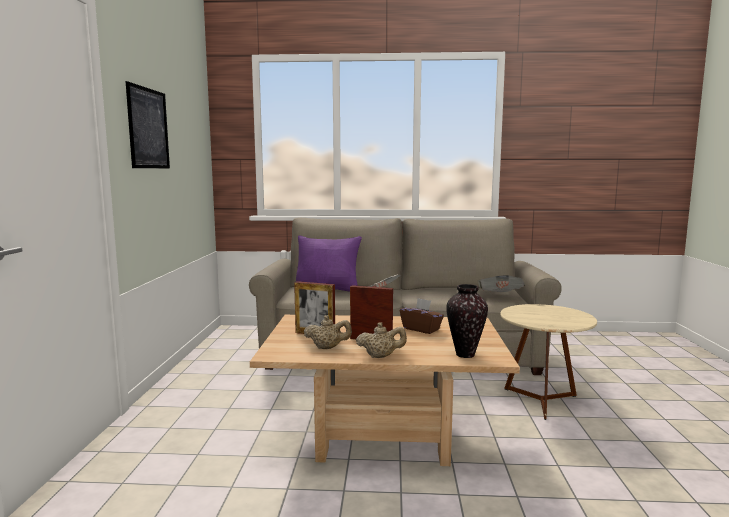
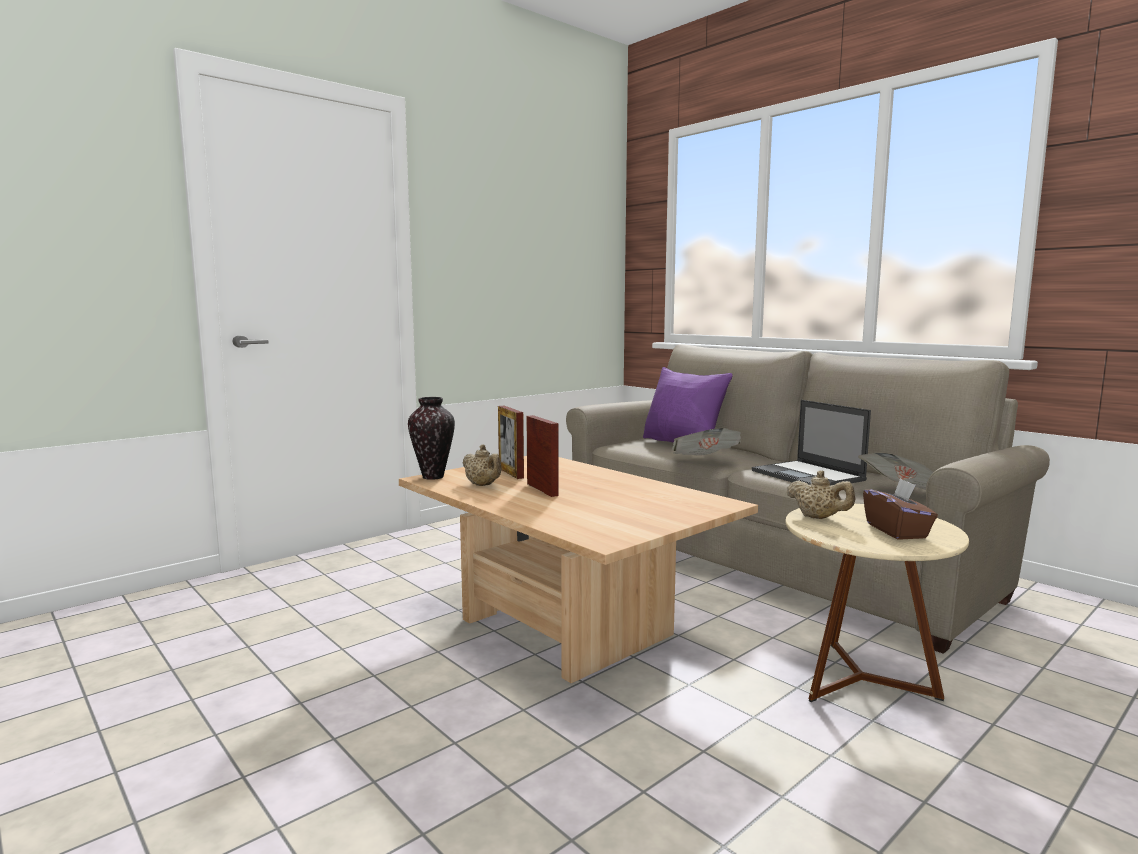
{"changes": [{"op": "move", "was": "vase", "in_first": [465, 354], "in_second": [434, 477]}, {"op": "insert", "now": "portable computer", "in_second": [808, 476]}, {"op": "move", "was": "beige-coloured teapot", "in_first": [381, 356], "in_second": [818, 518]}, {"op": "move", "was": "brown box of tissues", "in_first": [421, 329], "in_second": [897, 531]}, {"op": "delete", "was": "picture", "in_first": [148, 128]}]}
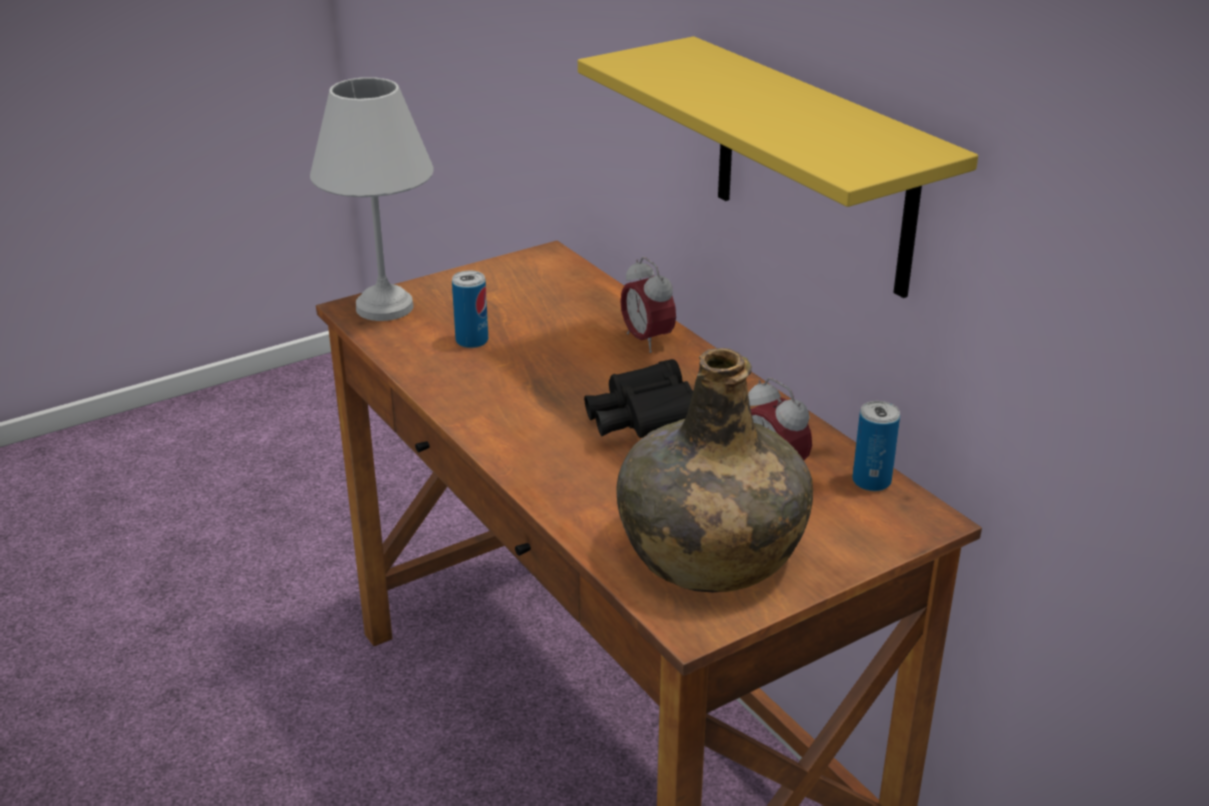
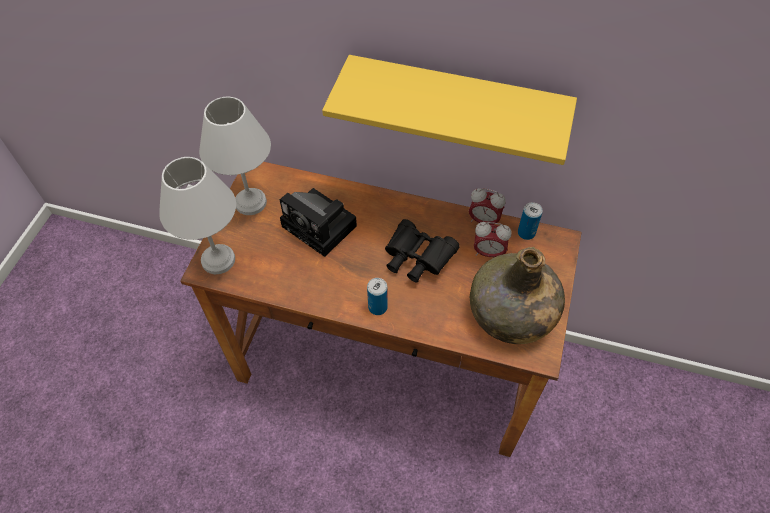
{"changes": [{"op": "insert", "now": "whitish table lamp", "in_second": [252, 201]}, {"op": "insert", "now": "still camera", "in_second": [322, 227]}, {"op": "move", "was": "metal can", "in_first": [472, 341], "in_second": [377, 307]}, {"op": "move", "was": "table clock", "in_first": [647, 341], "in_second": [483, 220]}]}
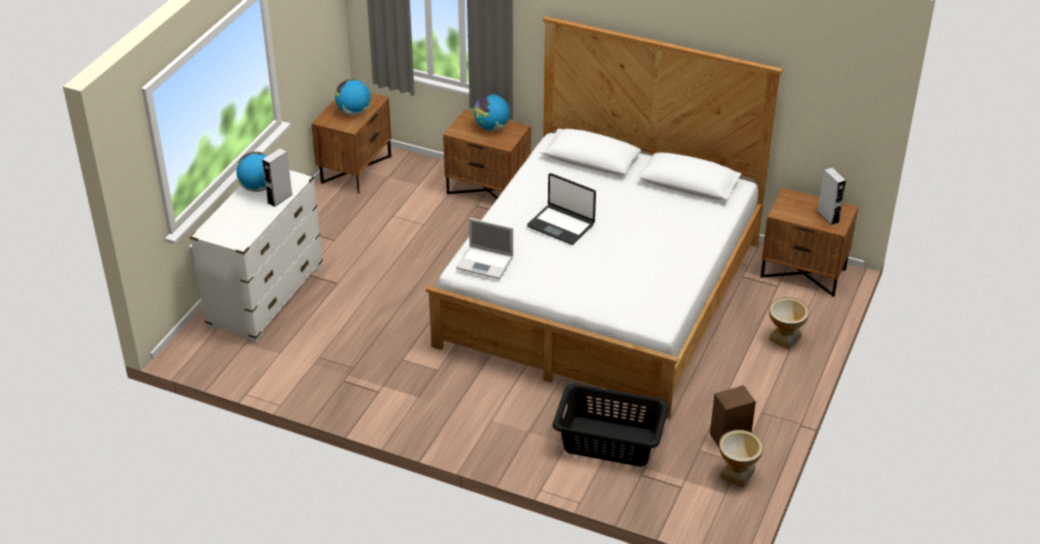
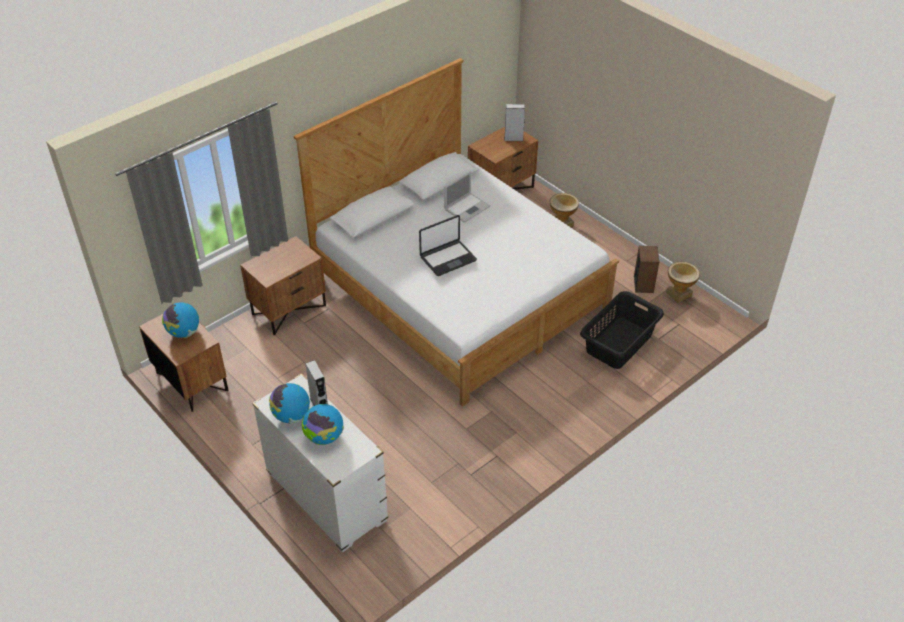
{"changes": [{"op": "move", "was": "desk globe", "in_first": [491, 127], "in_second": [324, 437]}, {"op": "move", "was": "portable computer", "in_first": [486, 263], "in_second": [467, 207]}]}
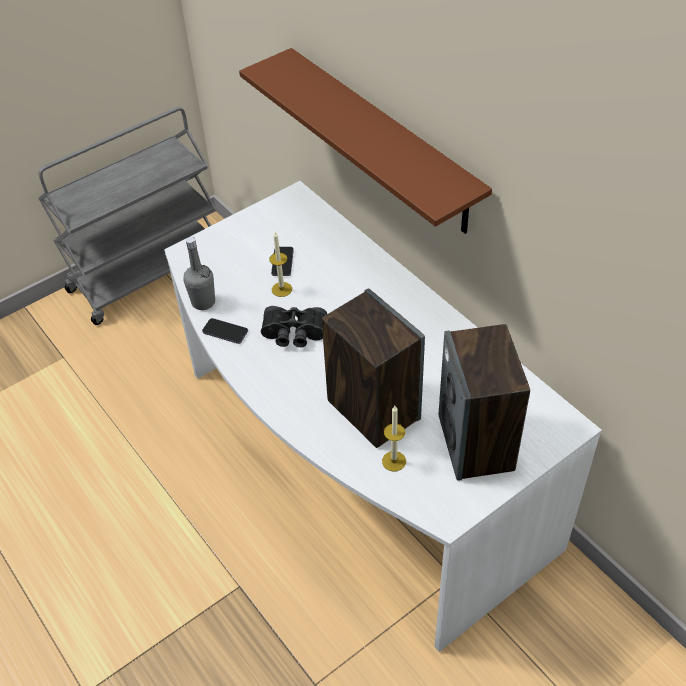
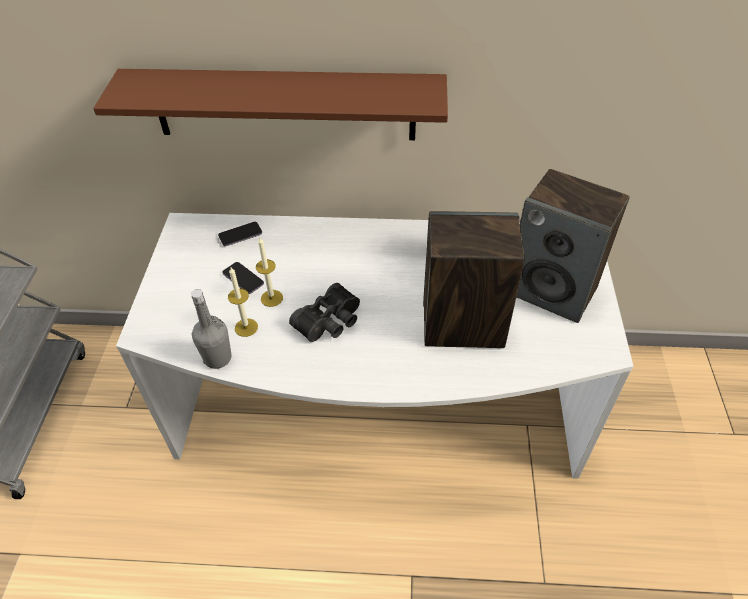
{"changes": [{"op": "move", "was": "phone", "in_first": [225, 332], "in_second": [240, 235]}, {"op": "move", "was": "wax light", "in_first": [394, 461], "in_second": [246, 327]}]}
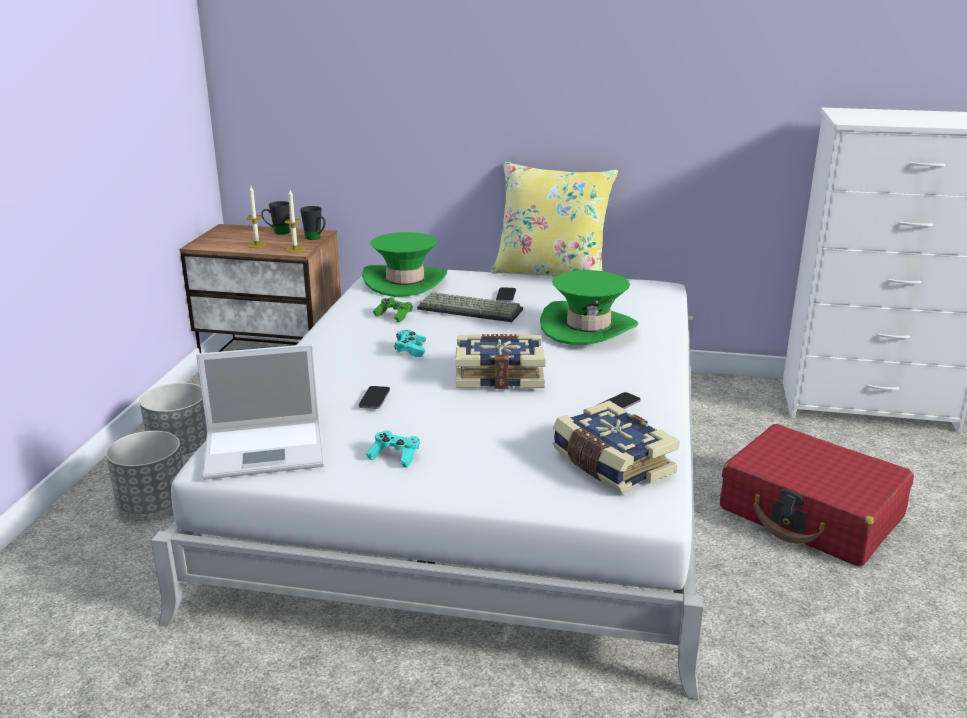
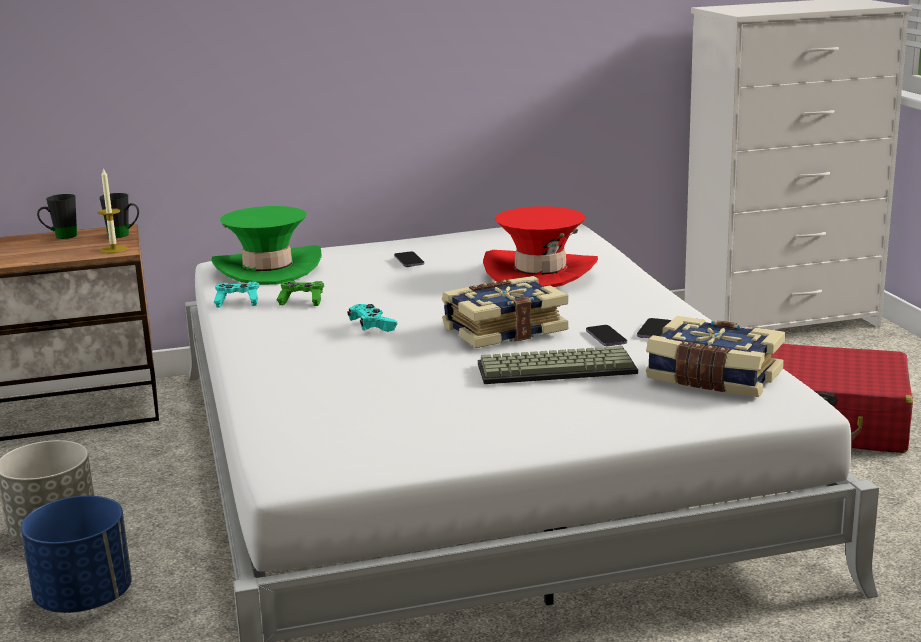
{"changes": [{"op": "recolor", "was": "greyish flower pot", "now": "blue-coloured flower pot", "in_first": [153, 503], "in_second": [84, 598]}, {"op": "move", "was": "blue-green gamepad", "in_first": [394, 456], "in_second": [238, 302]}, {"op": "move", "was": "keyboard", "in_first": [471, 309], "in_second": [557, 368]}, {"op": "recolor", "was": "greenish hat", "now": "red hat", "in_first": [588, 328], "in_second": [540, 272]}, {"op": "move", "was": "phone", "in_first": [374, 399], "in_second": [606, 338]}, {"op": "delete", "was": "portable computer", "in_first": [267, 449]}, {"op": "delete", "was": "wax light", "in_first": [257, 245]}, {"op": "delete", "was": "yellow-coloured throw pillow", "in_first": [551, 273]}]}
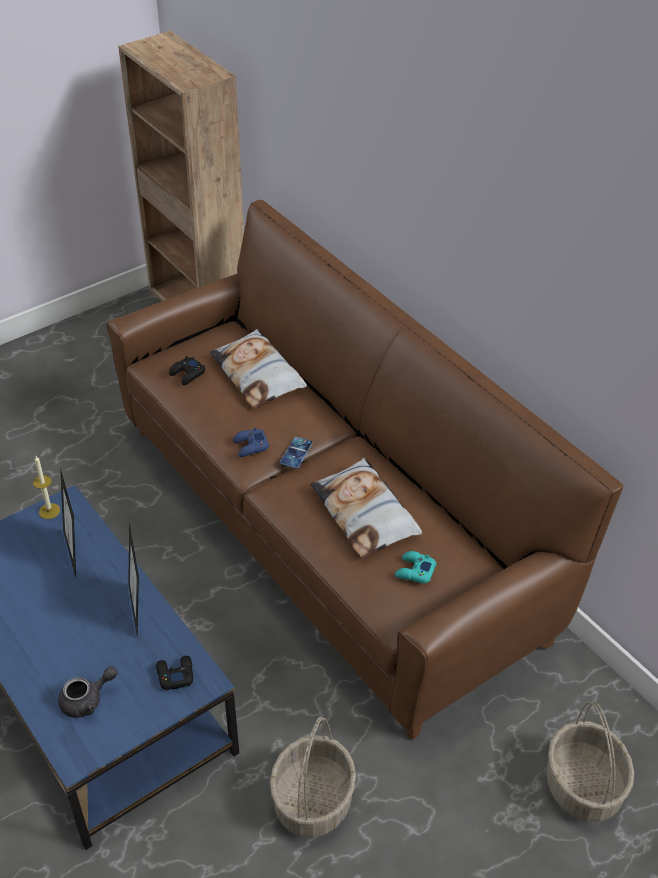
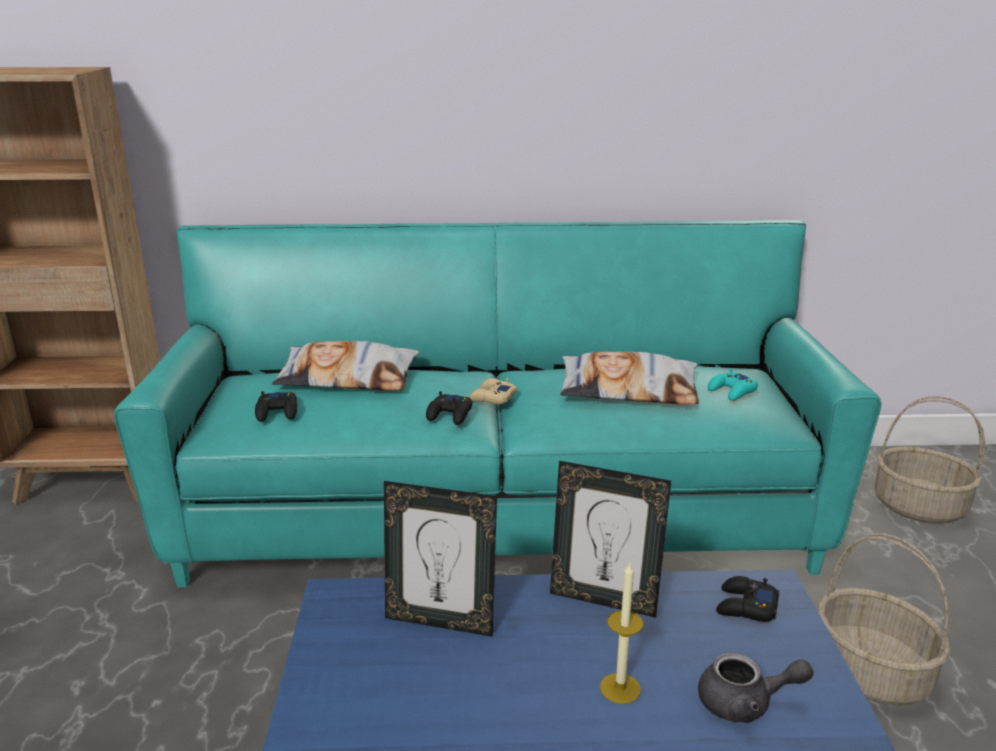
{"changes": [{"op": "recolor", "was": "brown settee", "now": "blue-green settee", "in_first": [329, 529], "in_second": [498, 516]}, {"op": "recolor", "was": "blue-coloured gamepad", "now": "black gamepad", "in_first": [250, 446], "in_second": [450, 415]}, {"op": "replace", "was": "phone", "now": "beige-coloured gamepad", "in_first": [296, 453], "in_second": [492, 398]}, {"op": "move", "was": "wax light", "in_first": [49, 511], "in_second": [620, 688]}, {"op": "rotate", "was": "greyish teapot", "in_first": [87, 700], "in_second": [745, 703], "clockwise": 90}]}
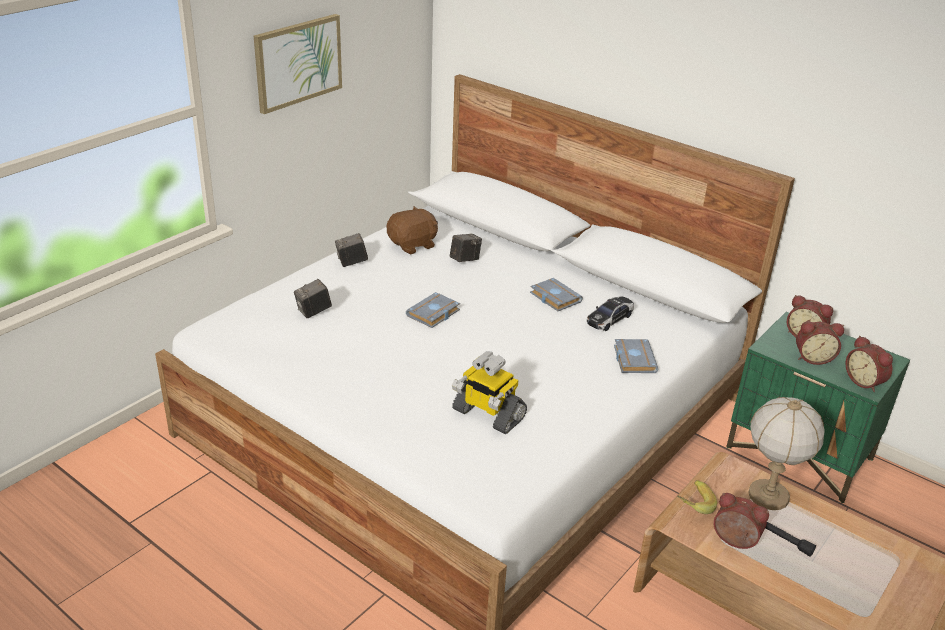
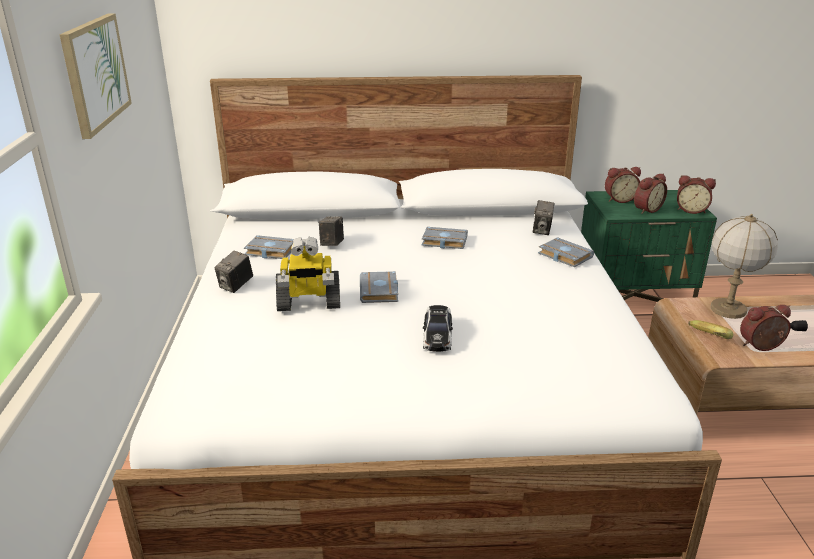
{"changes": [{"op": "replace", "was": "brown cuddly toy", "now": "greyish bound book", "in_first": [413, 245], "in_second": [269, 251]}, {"op": "move", "was": "model robot", "in_first": [487, 414], "in_second": [308, 303]}, {"op": "move", "was": "model car", "in_first": [609, 319], "in_second": [437, 335]}, {"op": "move", "was": "still camera", "in_first": [313, 312], "in_second": [542, 230]}]}
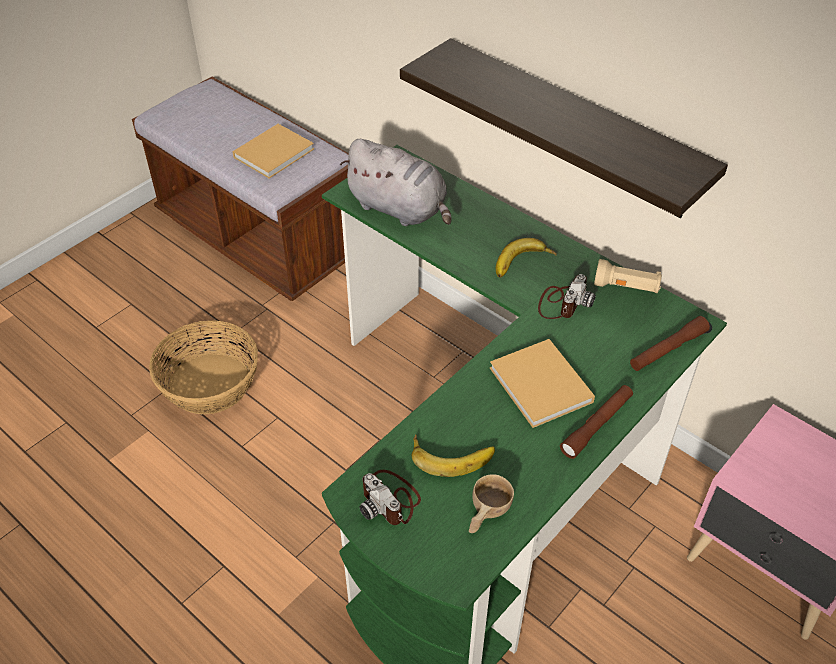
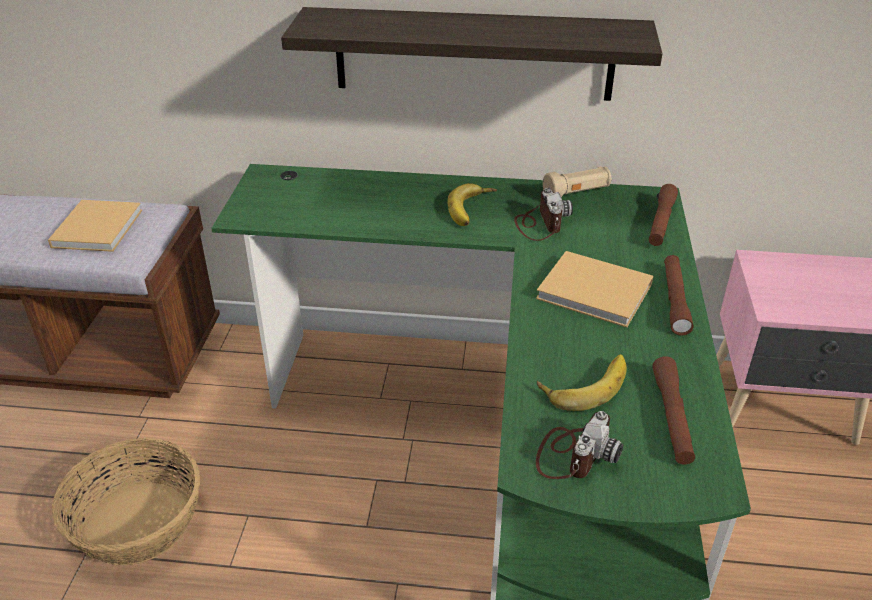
{"changes": [{"op": "rotate", "was": "still camera", "in_first": [390, 500], "in_second": [573, 454], "clockwise": -75}, {"op": "replace", "was": "beige-coloured drinking cup", "now": "brown torch", "in_first": [486, 514], "in_second": [672, 417]}, {"op": "delete", "was": "greyish cuddly toy", "in_first": [400, 209]}]}
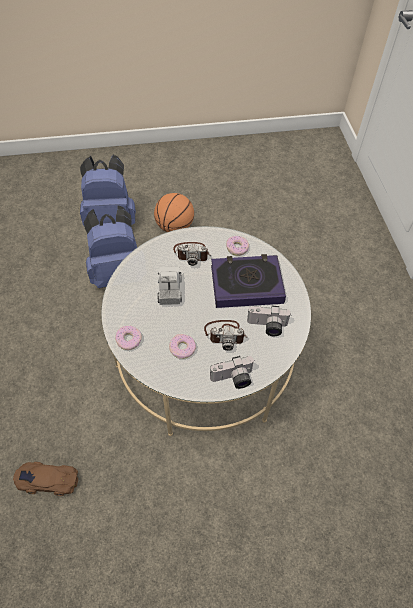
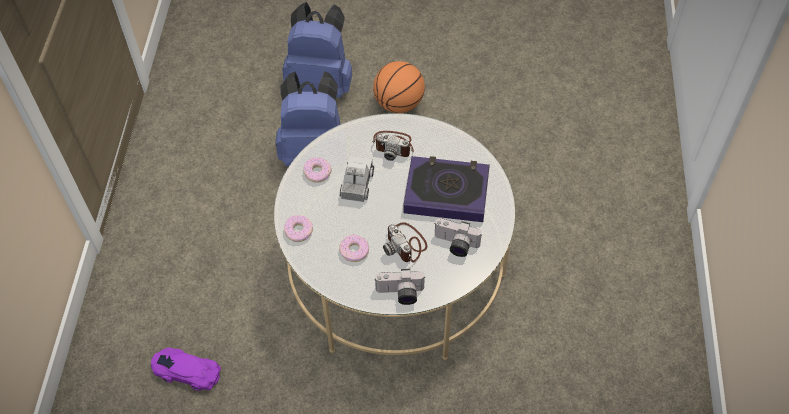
{"changes": [{"op": "recolor", "was": "brown model car", "now": "purple model car", "in_first": [47, 480], "in_second": [186, 371]}, {"op": "move", "was": "doughnut", "in_first": [237, 248], "in_second": [317, 172]}, {"op": "rotate", "was": "still camera", "in_first": [225, 334], "in_second": [406, 244], "clockwise": 45}]}
